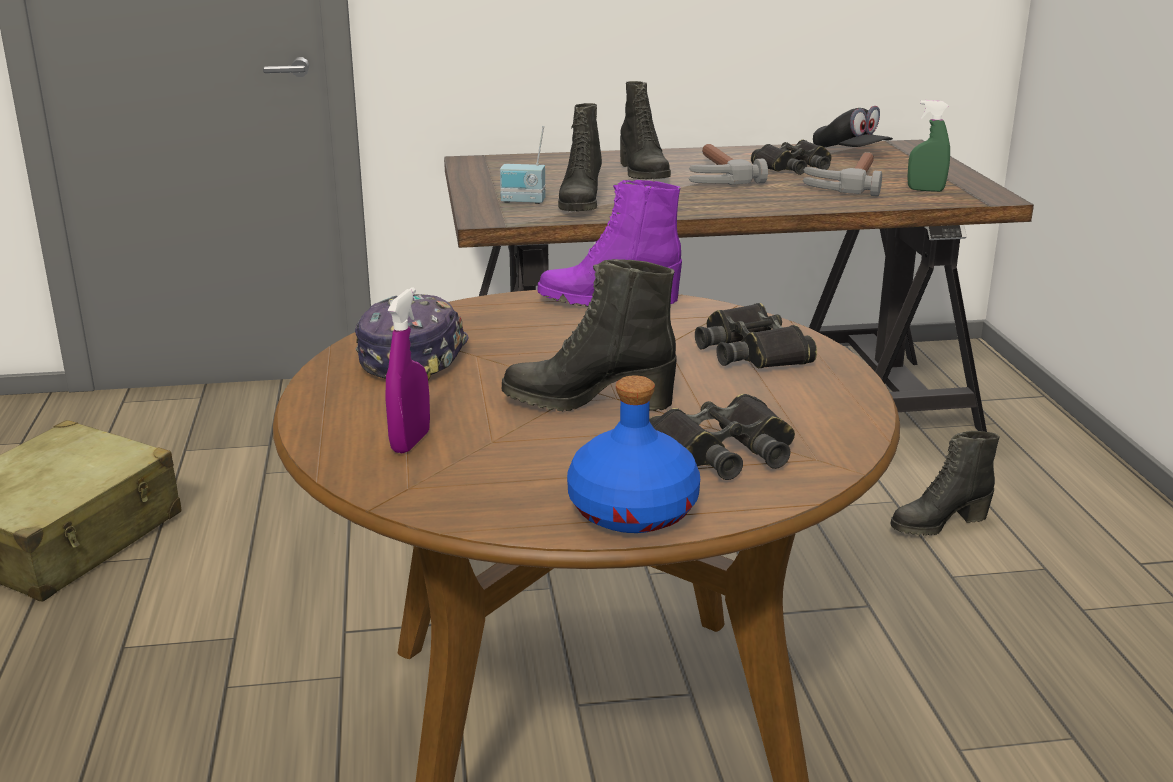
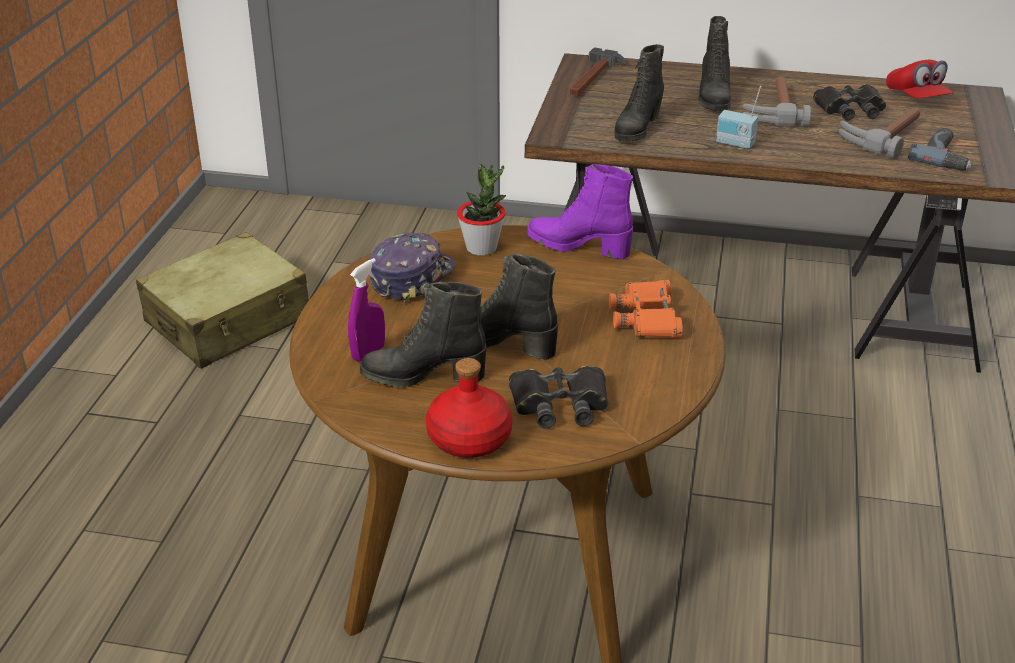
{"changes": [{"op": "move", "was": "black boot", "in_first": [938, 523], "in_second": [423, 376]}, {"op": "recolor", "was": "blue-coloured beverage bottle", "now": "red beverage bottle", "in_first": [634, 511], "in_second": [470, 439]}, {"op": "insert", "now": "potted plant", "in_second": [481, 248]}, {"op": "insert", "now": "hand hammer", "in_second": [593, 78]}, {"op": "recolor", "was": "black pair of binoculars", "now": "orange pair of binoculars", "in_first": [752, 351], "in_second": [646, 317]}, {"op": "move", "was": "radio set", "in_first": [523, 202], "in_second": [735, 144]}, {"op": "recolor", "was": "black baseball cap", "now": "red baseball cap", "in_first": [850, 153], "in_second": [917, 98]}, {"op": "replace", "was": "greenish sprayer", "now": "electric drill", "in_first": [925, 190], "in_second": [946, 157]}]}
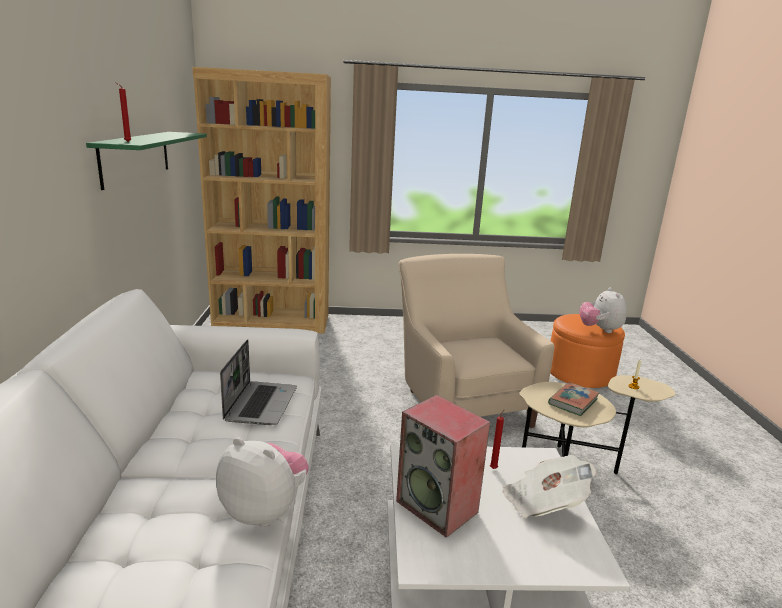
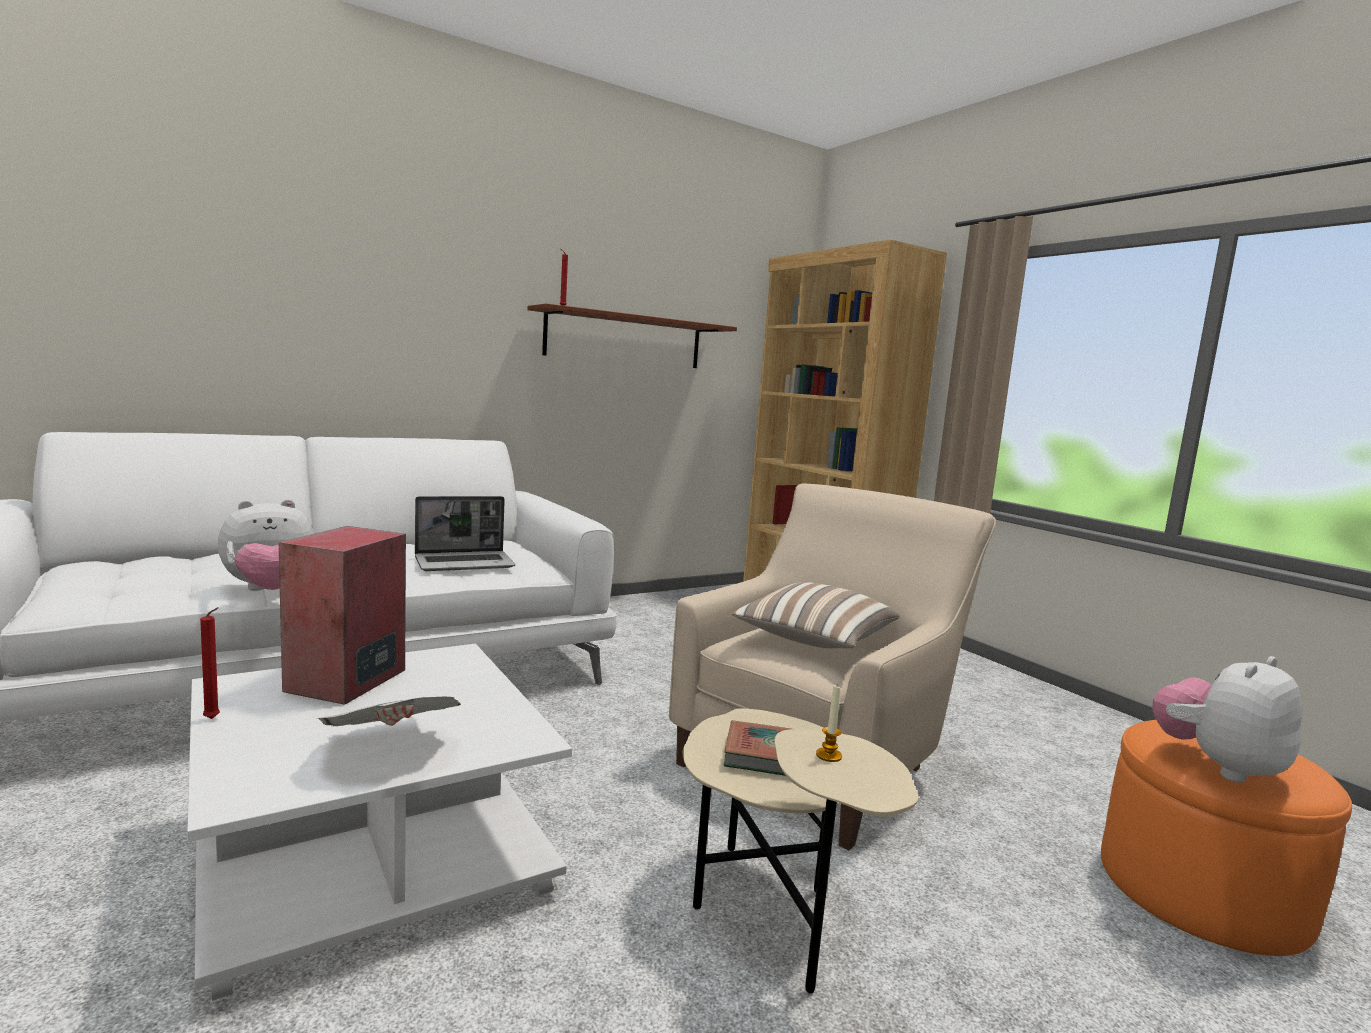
{"changes": [{"op": "move", "was": "red wax light", "in_first": [494, 468], "in_second": [213, 719]}, {"op": "rotate", "was": "cuddly toy", "in_first": [265, 510], "in_second": [270, 591], "clockwise": 60}, {"op": "recolor", "was": "greenish shelf", "now": "brown shelf", "in_first": [136, 157], "in_second": [625, 340]}, {"op": "insert", "now": "throw pillow", "in_second": [814, 640]}]}
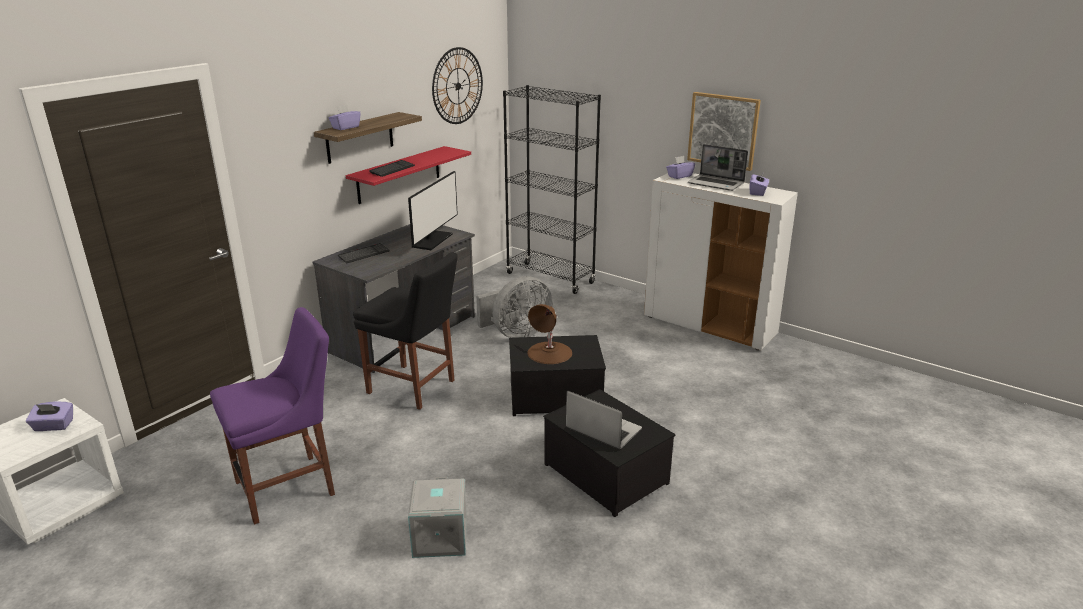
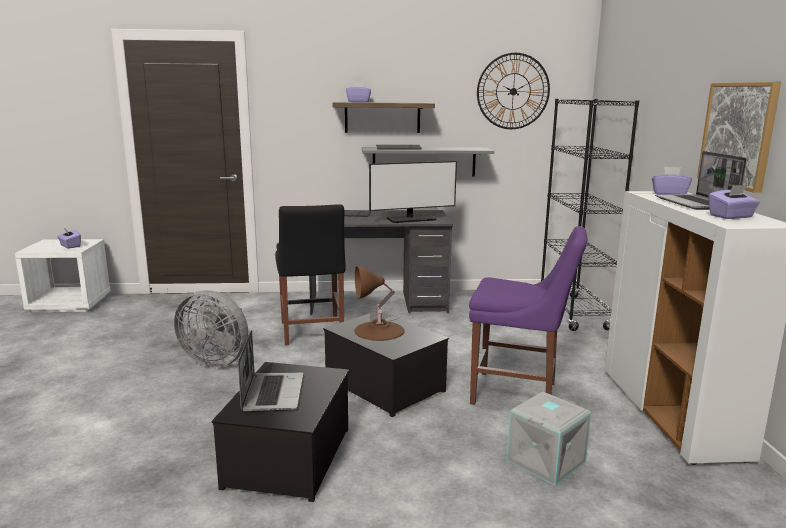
{"changes": [{"op": "move", "was": "greyish electric fan", "in_first": [516, 334], "in_second": [217, 361]}, {"op": "recolor", "was": "red shelf", "now": "greyish shelf", "in_first": [399, 174], "in_second": [424, 161]}, {"op": "move", "was": "purple plain chair", "in_first": [290, 486], "in_second": [519, 394]}, {"op": "move", "was": "greyish storage container", "in_first": [439, 537], "in_second": [545, 460]}]}
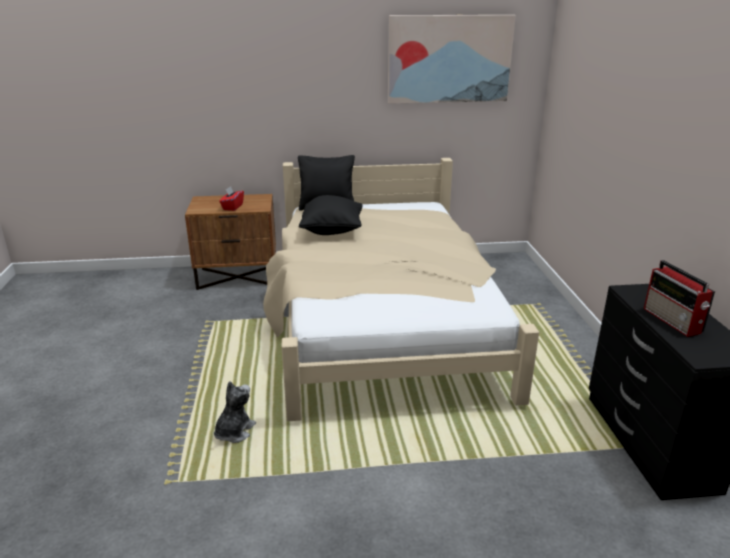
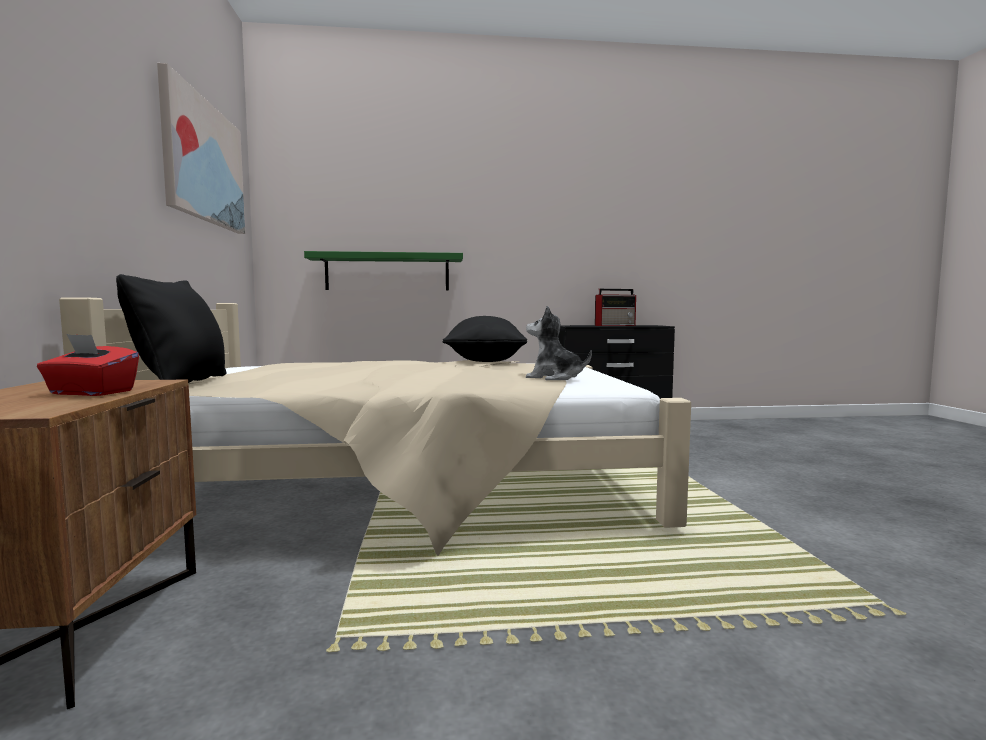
{"changes": [{"op": "insert", "now": "greenish shelf", "in_second": [387, 272]}, {"op": "move", "was": "black throw pillow", "in_first": [332, 231], "in_second": [485, 361]}, {"op": "move", "was": "cuddly toy", "in_first": [234, 431], "in_second": [554, 378]}]}
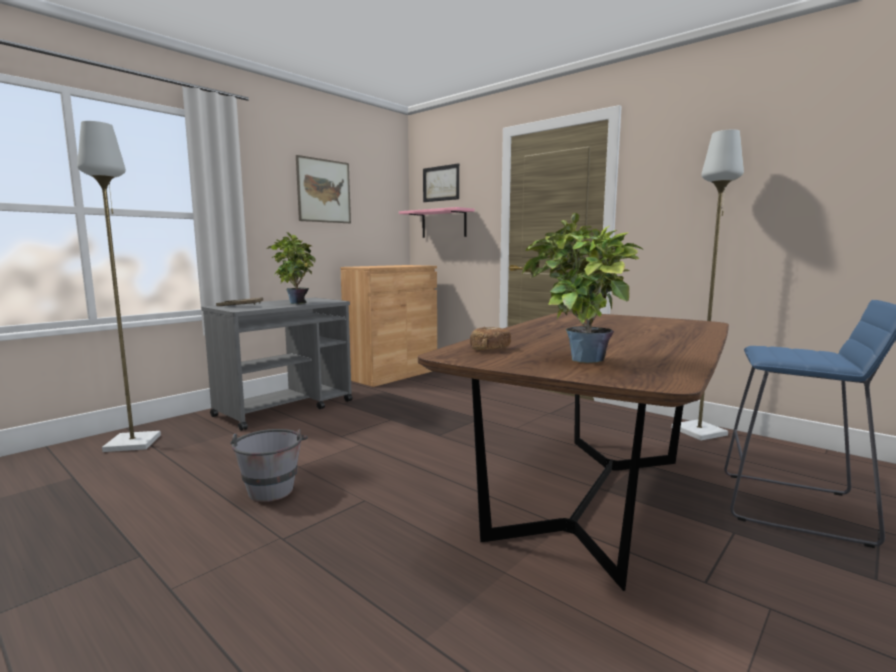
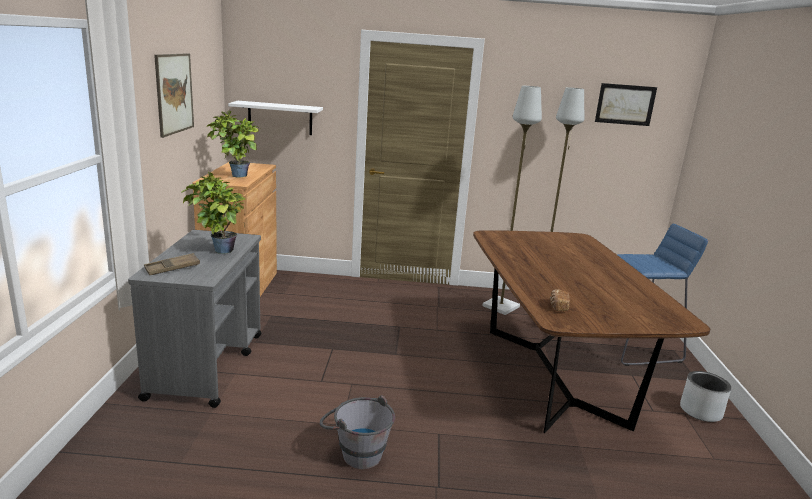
{"changes": [{"op": "move", "was": "potted plant", "in_first": [577, 360], "in_second": [235, 176]}, {"op": "recolor", "was": "pink shelf", "now": "whitish shelf", "in_first": [444, 224], "in_second": [280, 118]}, {"op": "move", "was": "greyish standing lamp", "in_first": [134, 443], "in_second": [500, 306]}, {"op": "move", "was": "picture", "in_first": [441, 183], "in_second": [625, 104]}, {"op": "insert", "now": "greyish flower pot", "in_second": [700, 411]}]}
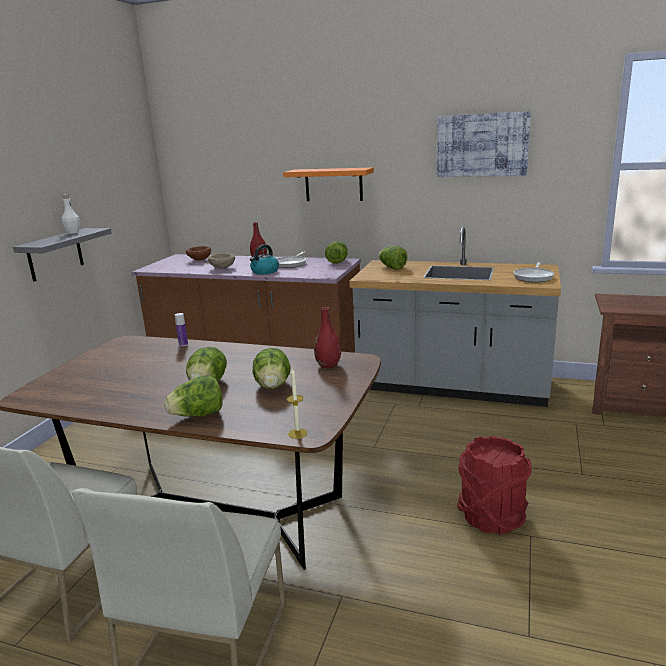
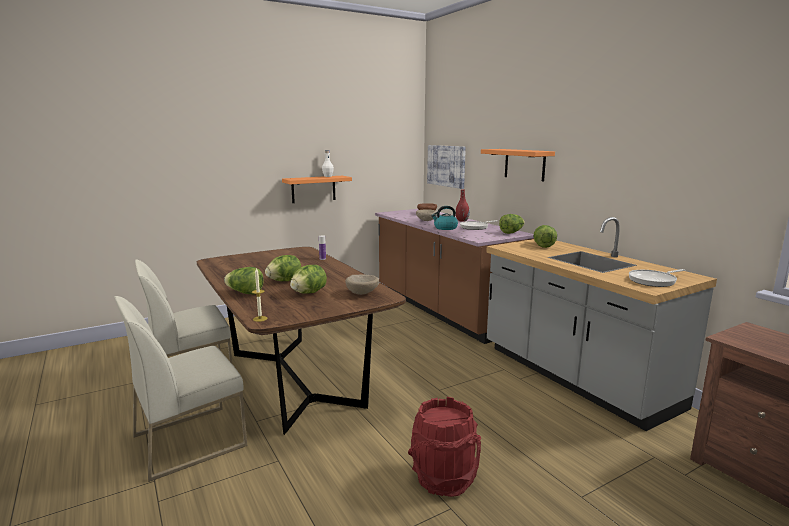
{"changes": [{"op": "recolor", "was": "greyish shelf", "now": "orange shelf", "in_first": [55, 254], "in_second": [313, 189]}, {"op": "replace", "was": "red vase", "now": "beige-coloured deep dish", "in_first": [328, 365], "in_second": [363, 293]}, {"op": "move", "was": "picture", "in_first": [482, 145], "in_second": [446, 166]}]}
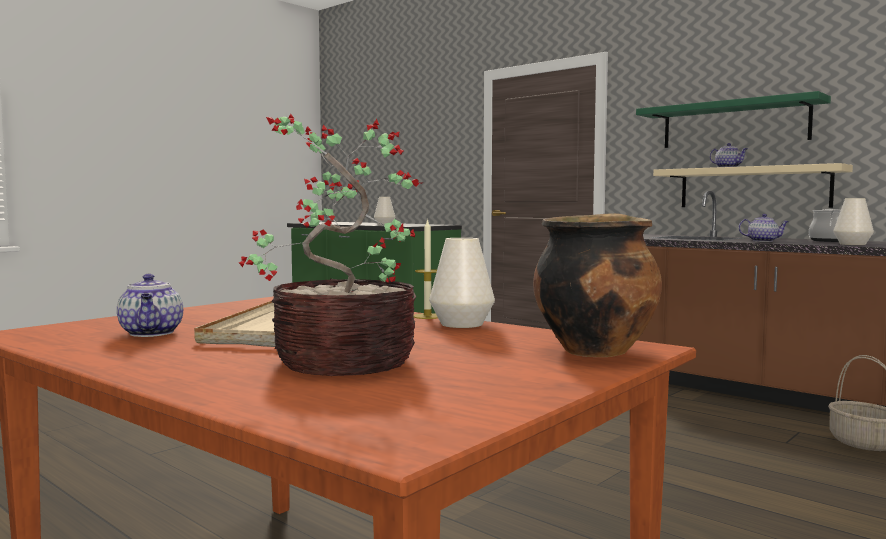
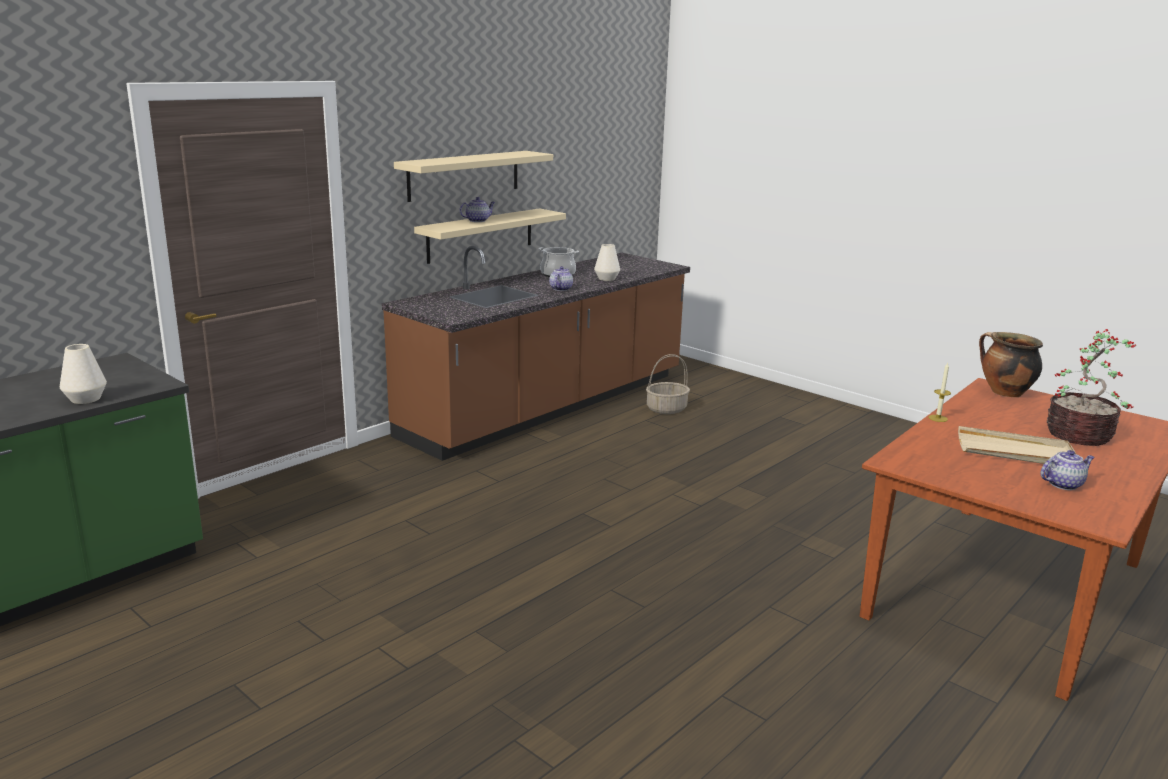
{"changes": [{"op": "recolor", "was": "greenish shelf", "now": "beige-coloured shelf", "in_first": [734, 124], "in_second": [464, 175]}, {"op": "delete", "was": "whitish vase", "in_first": [462, 324]}]}
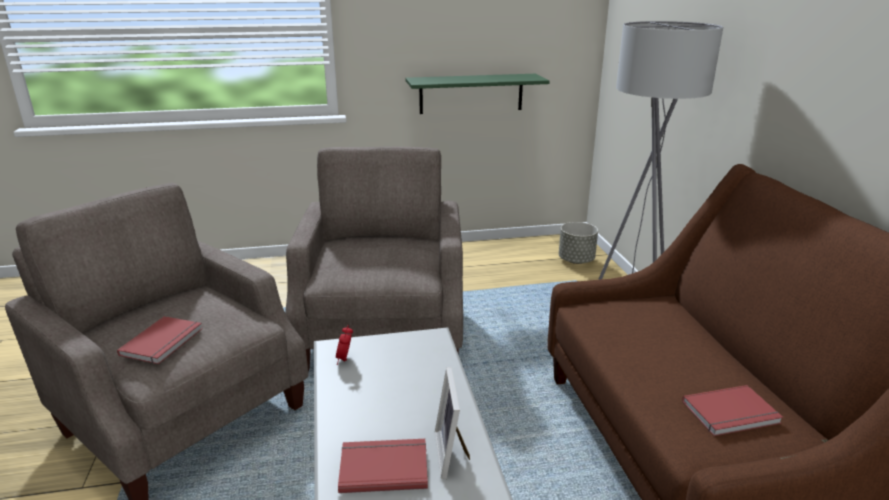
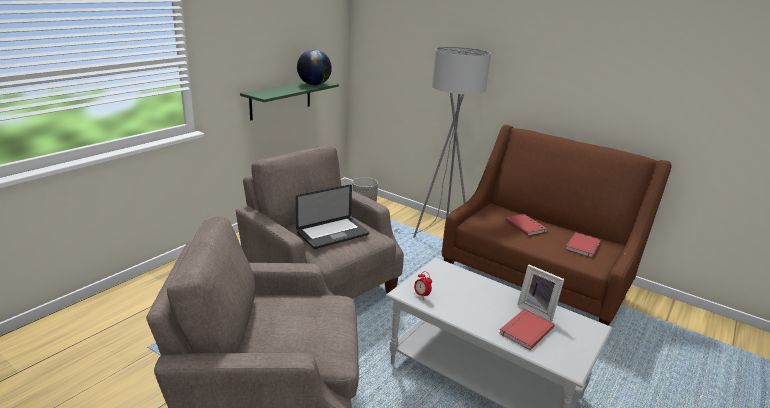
{"changes": [{"op": "insert", "now": "portable computer", "in_second": [333, 234]}, {"op": "insert", "now": "desk globe", "in_second": [314, 85]}, {"op": "move", "was": "red bound book", "in_first": [164, 342], "in_second": [526, 226]}]}
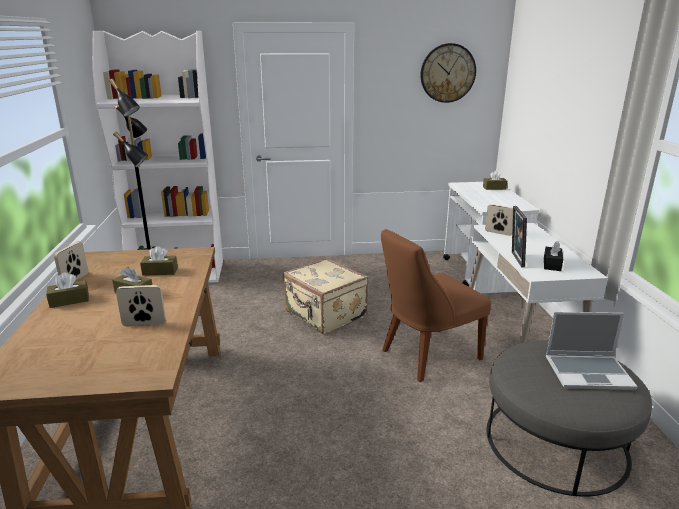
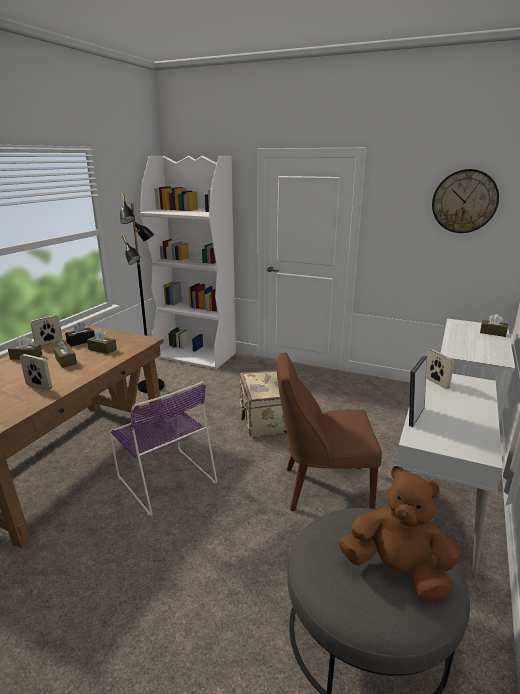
{"changes": [{"op": "move", "was": "black box of tissues", "in_first": [552, 264], "in_second": [81, 341]}, {"op": "insert", "now": "purple plain chair", "in_second": [165, 478]}, {"op": "replace", "was": "portable computer", "now": "brown cuddly toy", "in_first": [589, 372], "in_second": [396, 570]}]}
